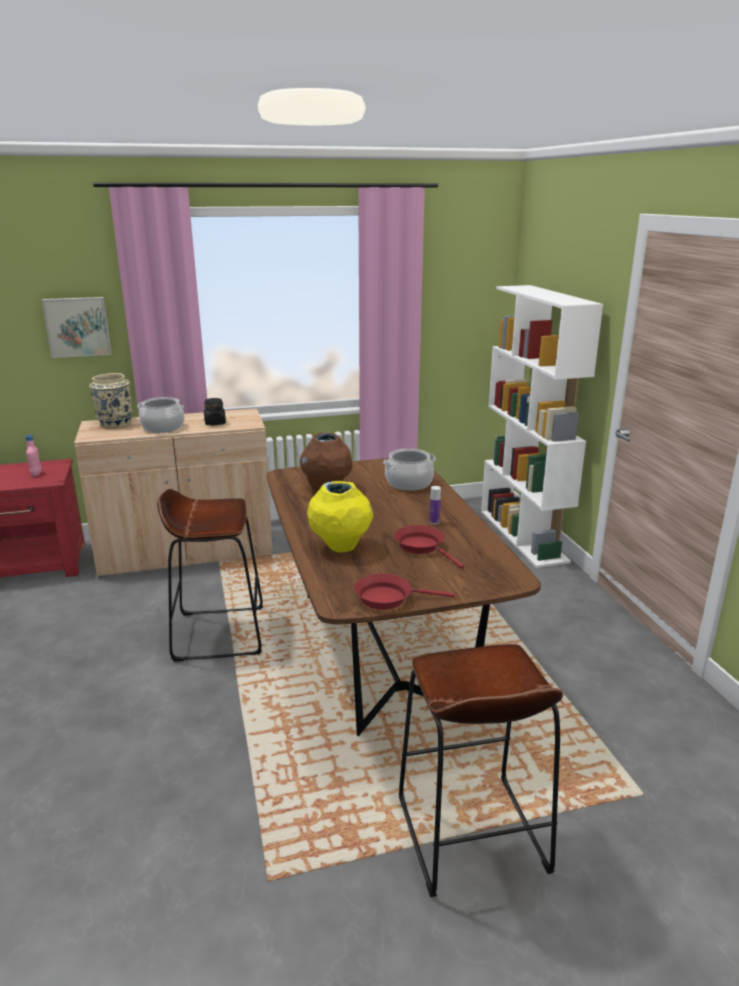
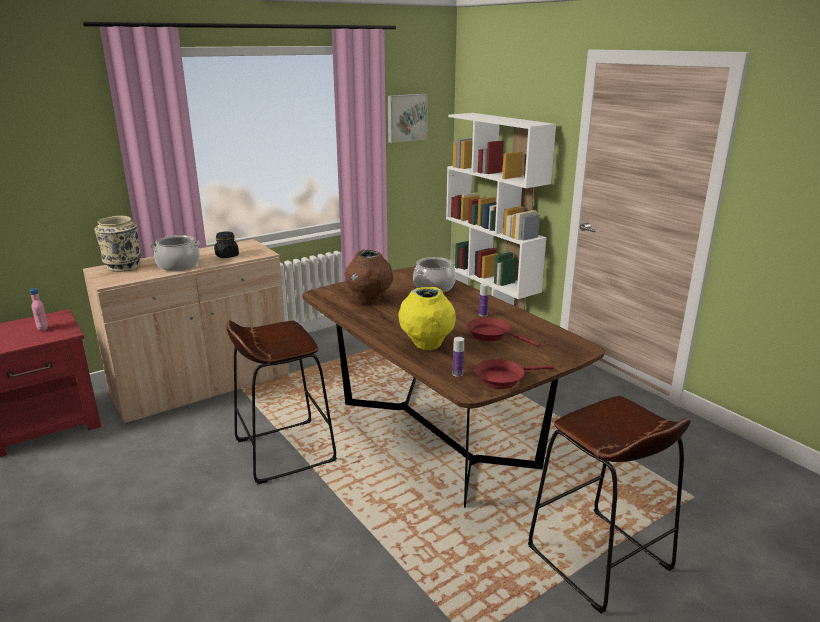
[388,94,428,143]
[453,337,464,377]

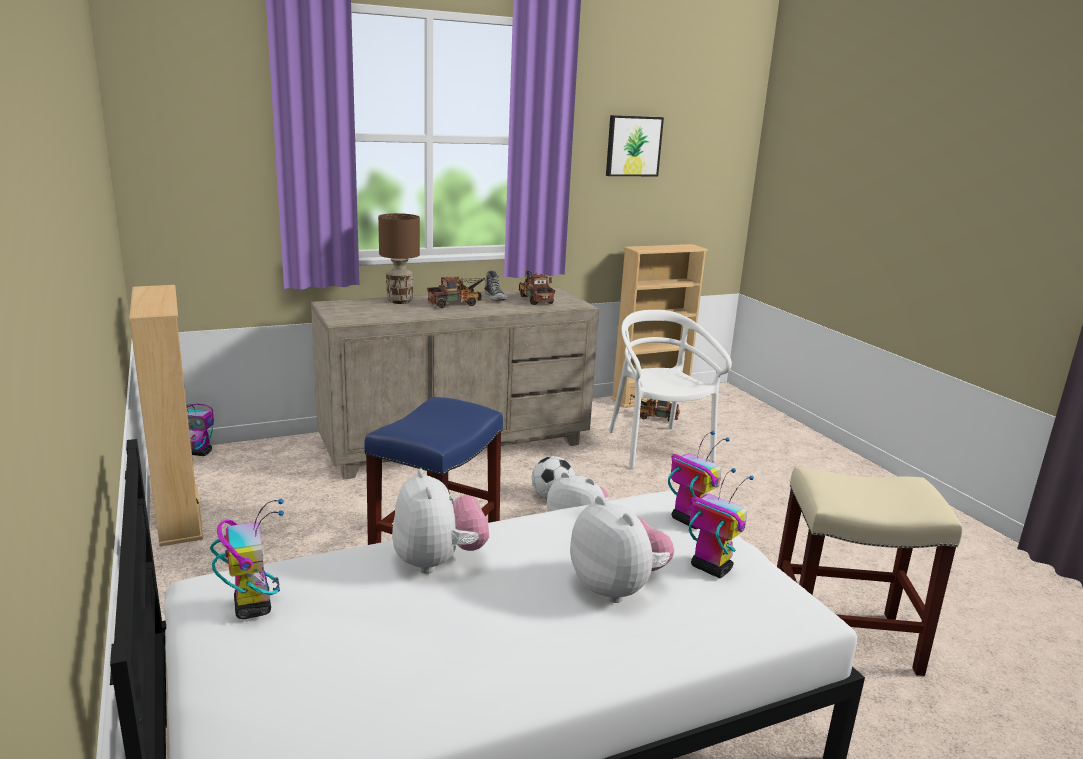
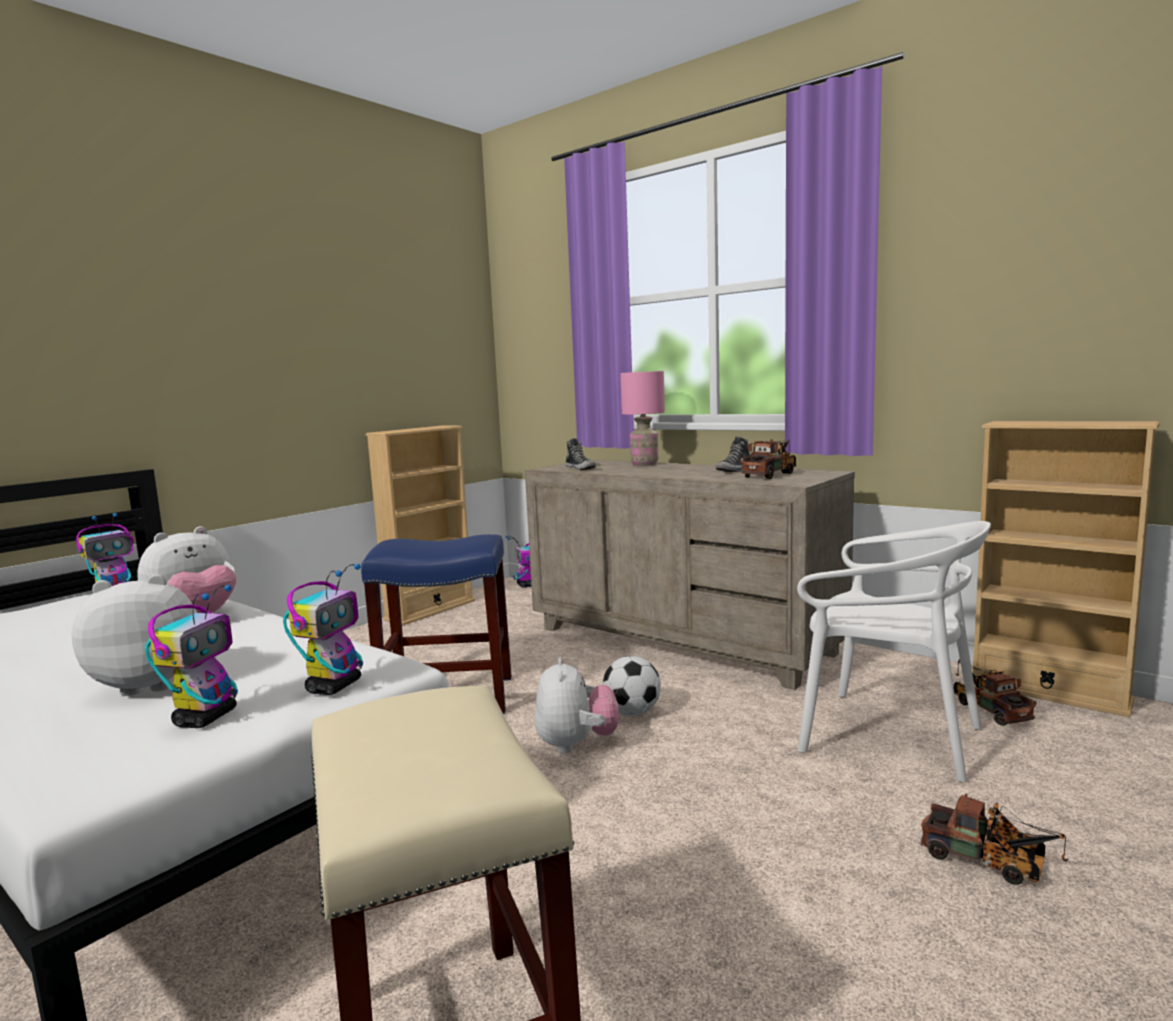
[606,115,664,176] (first image)
[620,371,665,466]
[921,793,1068,885]
[797,521,991,782]
[71,574,197,696]
[566,438,596,470]

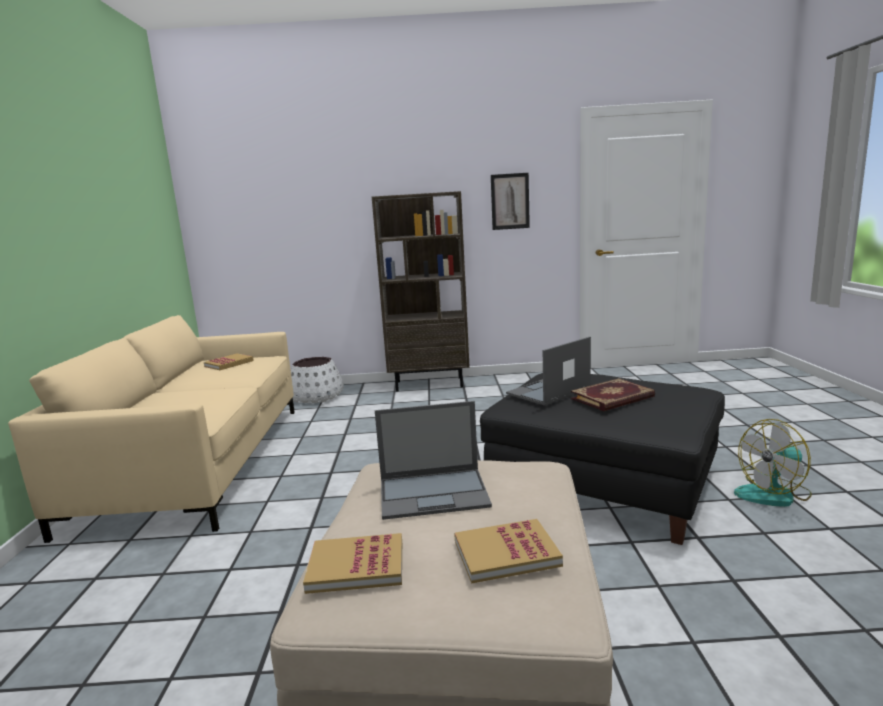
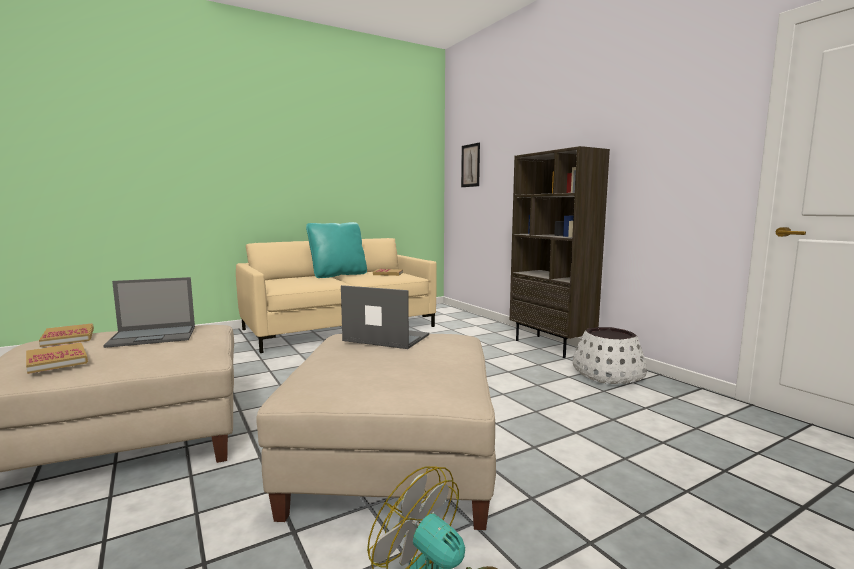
[461,143,480,187]
[573,327,647,384]
[256,334,496,530]
[571,378,655,411] (first image)
[103,277,195,348]
[306,222,367,278]

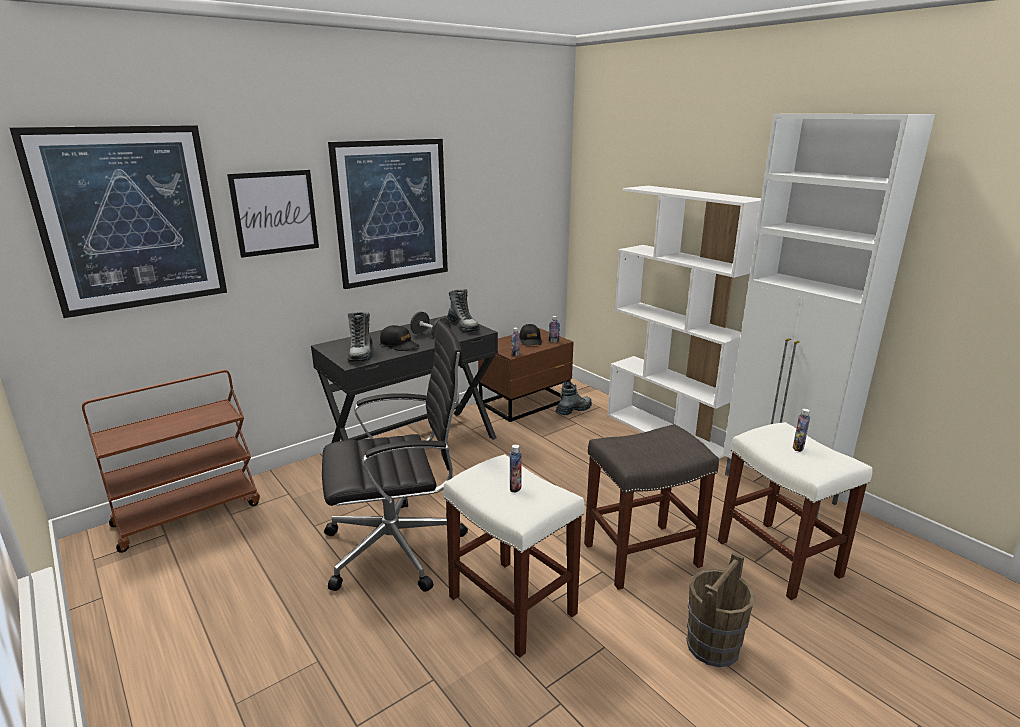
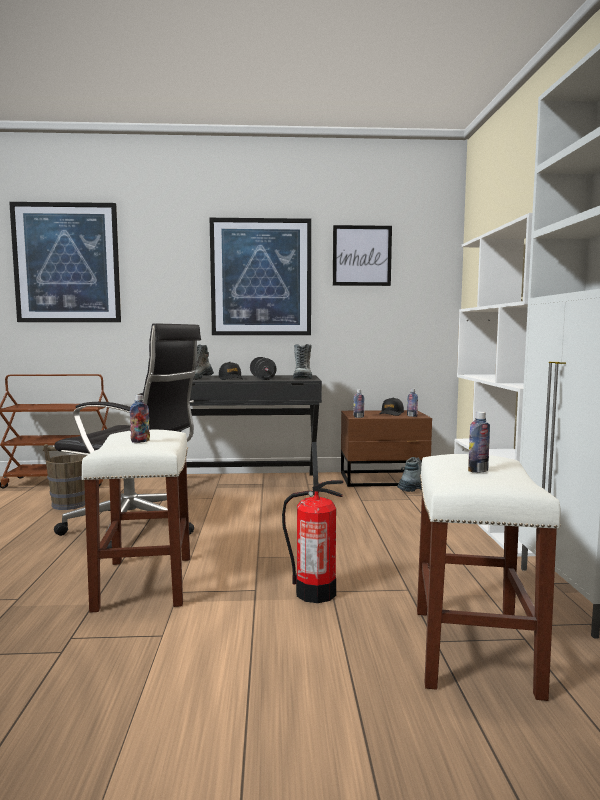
[333,225,392,286]
[282,480,344,603]
[43,444,86,510]

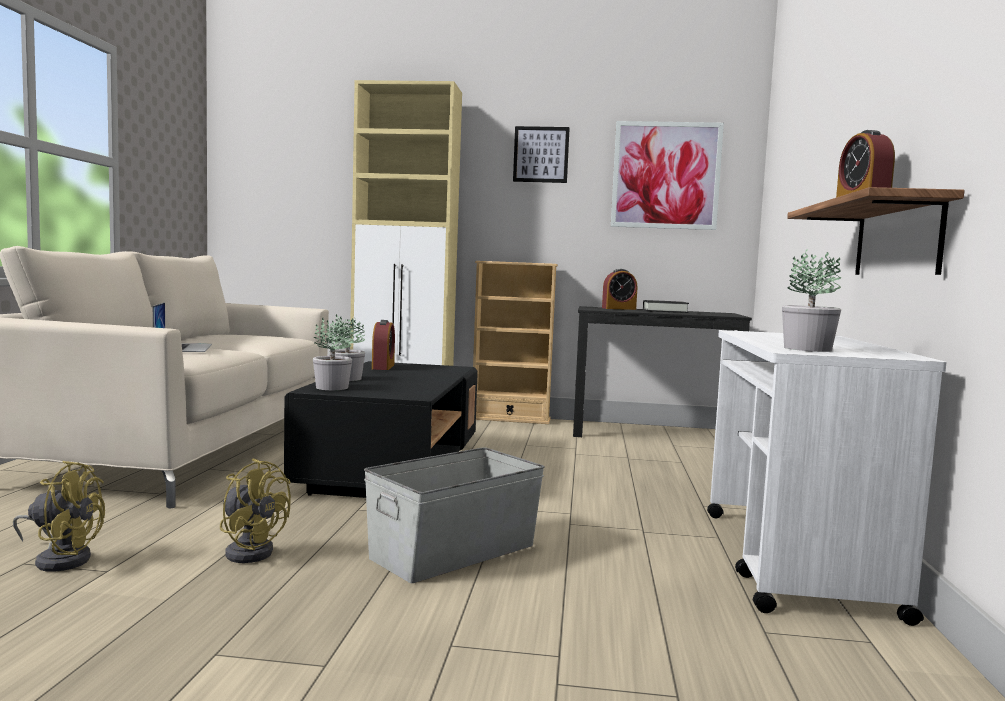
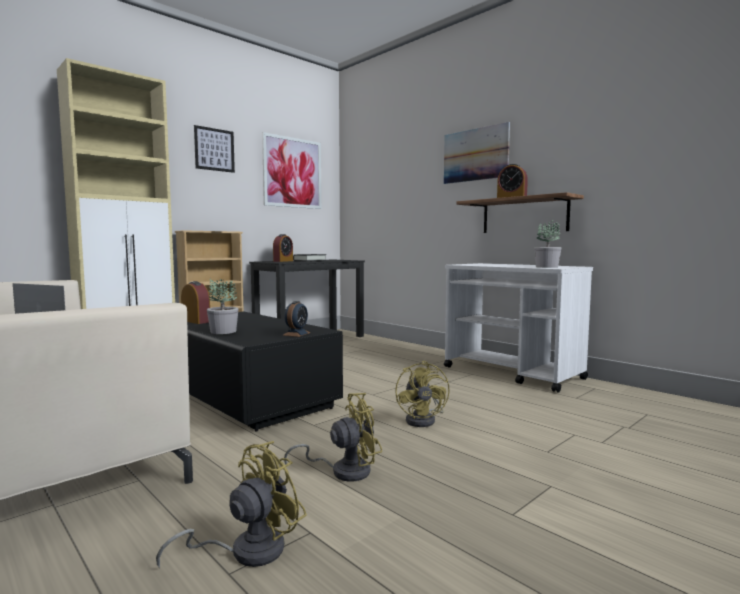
[313,318,352,390] (first image)
[395,361,450,427]
[444,122,510,184]
[282,301,310,337]

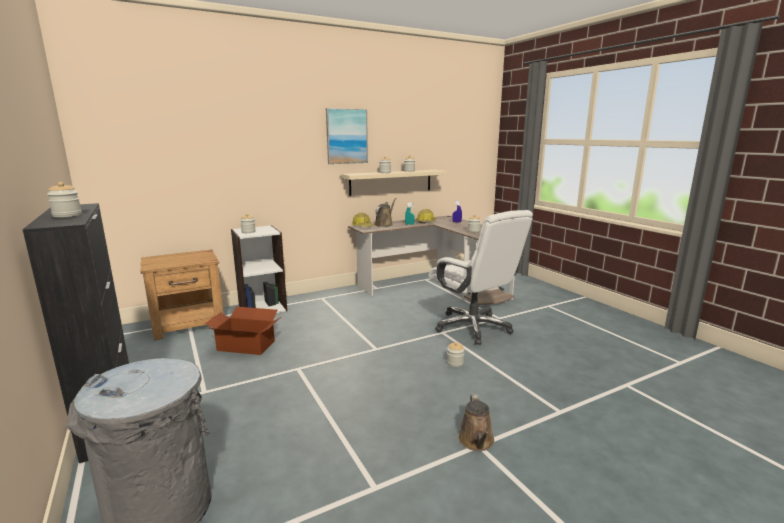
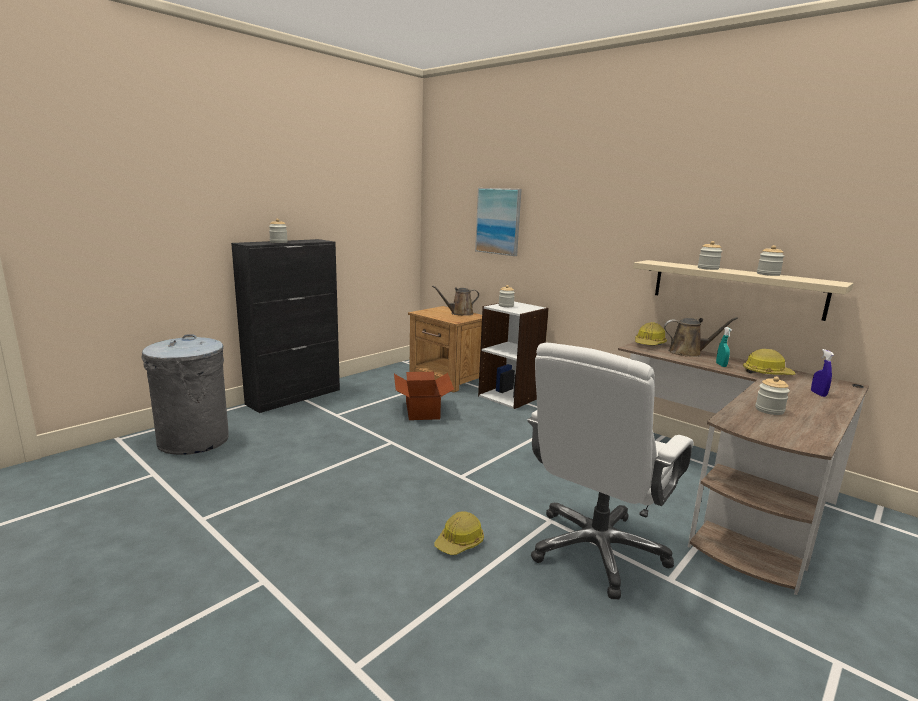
[475,188,522,256]
[434,511,484,555]
[432,285,479,316]

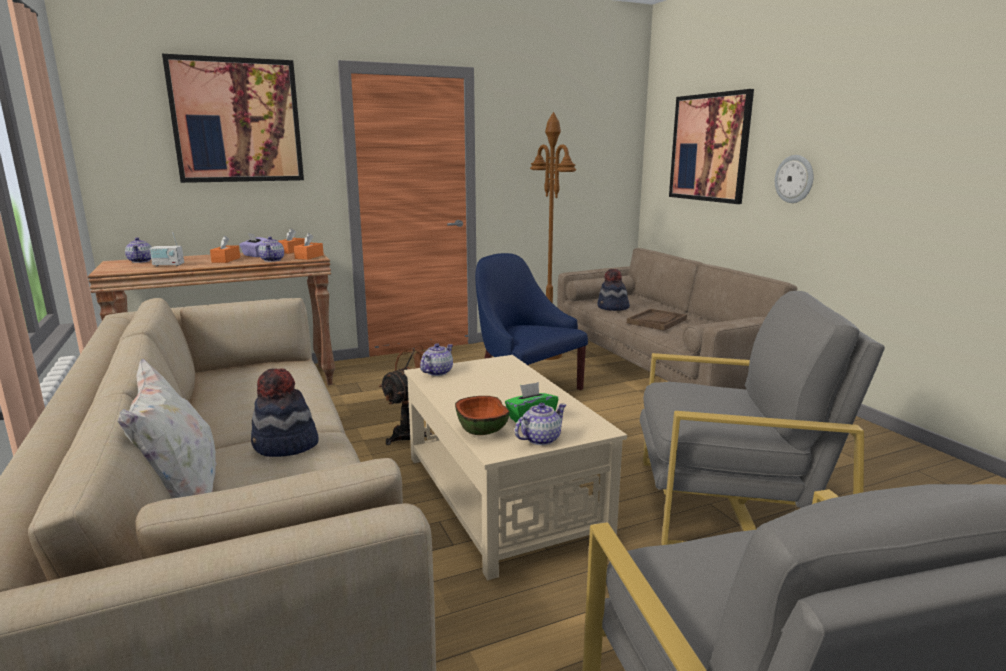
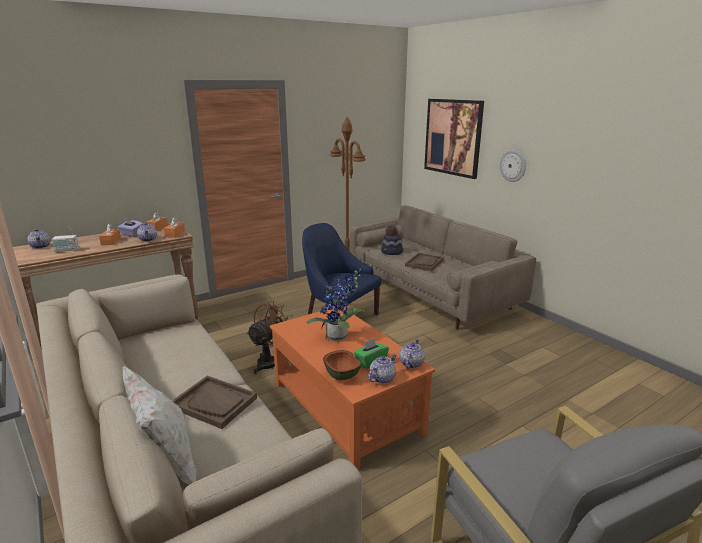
[162,54,304,183] (first image)
[640,291,885,545] (first image)
[399,339,425,369]
[270,307,435,469]
[172,376,257,429]
[306,269,366,342]

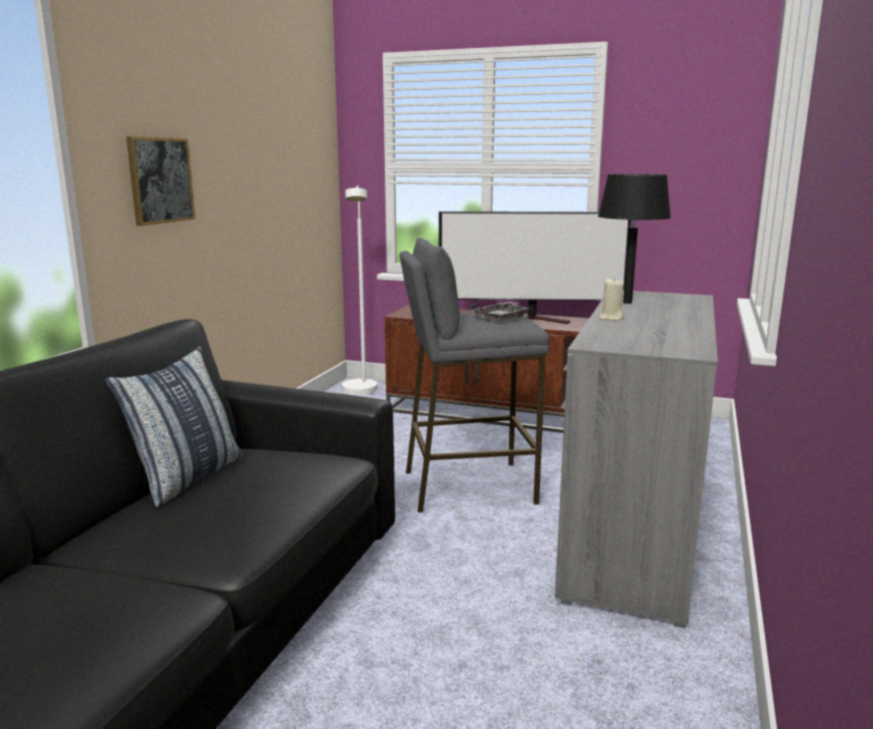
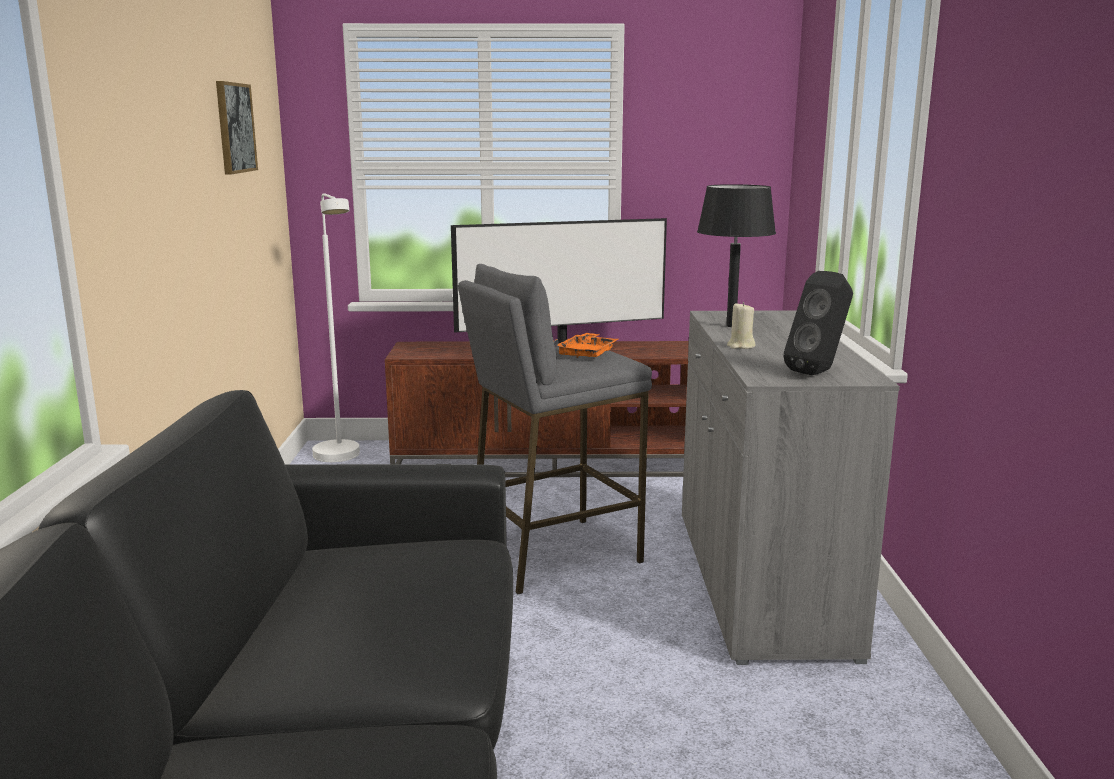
[216,81,258,174]
[554,333,619,358]
[105,347,243,507] (first image)
[783,271,853,375]

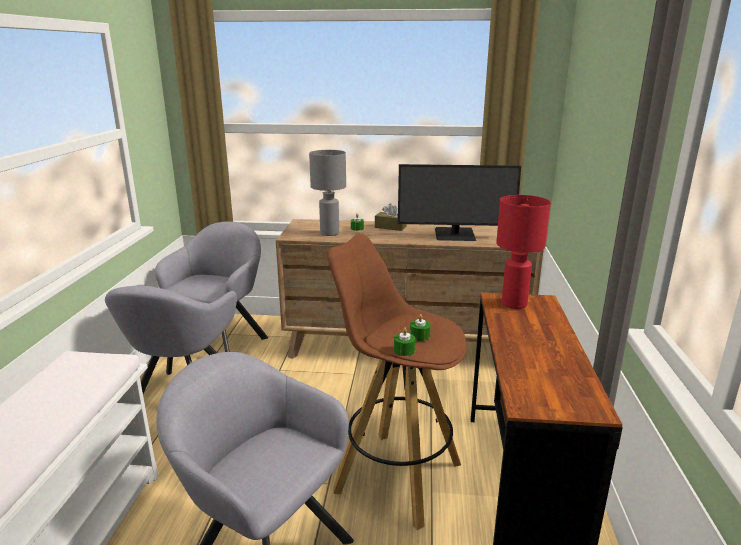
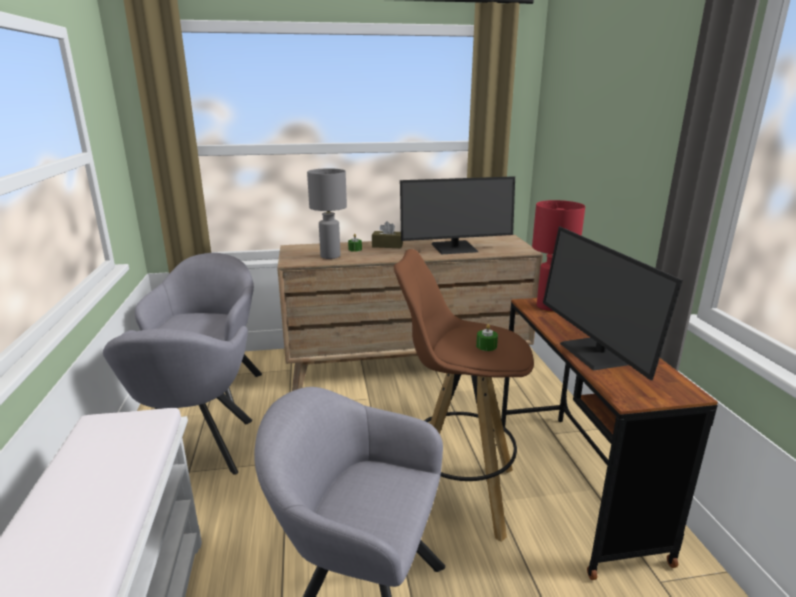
[394,327,416,356] (first image)
[543,227,683,380]

